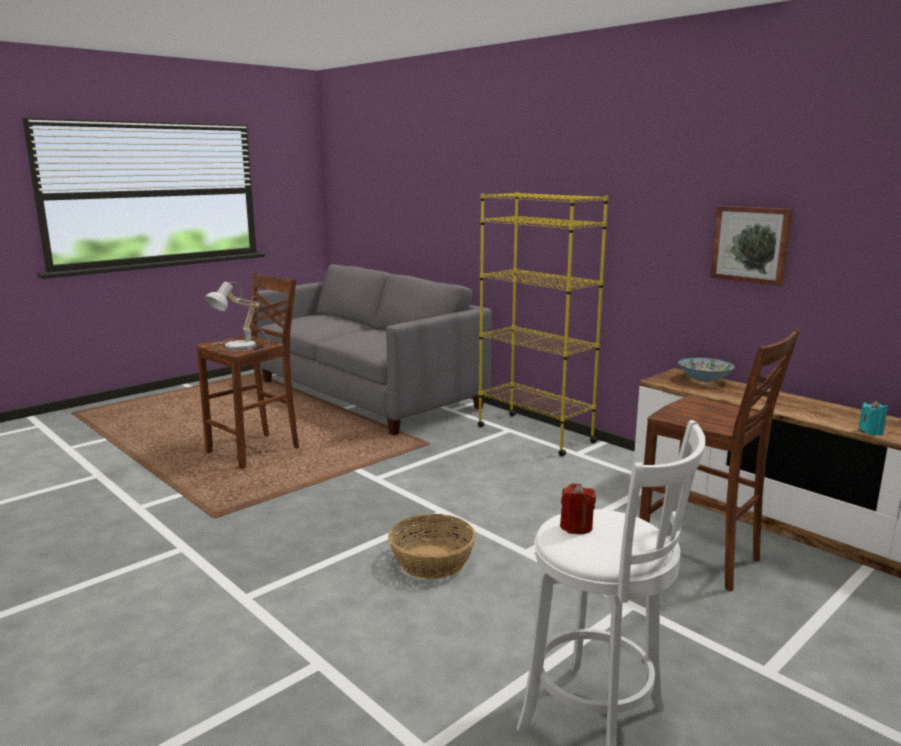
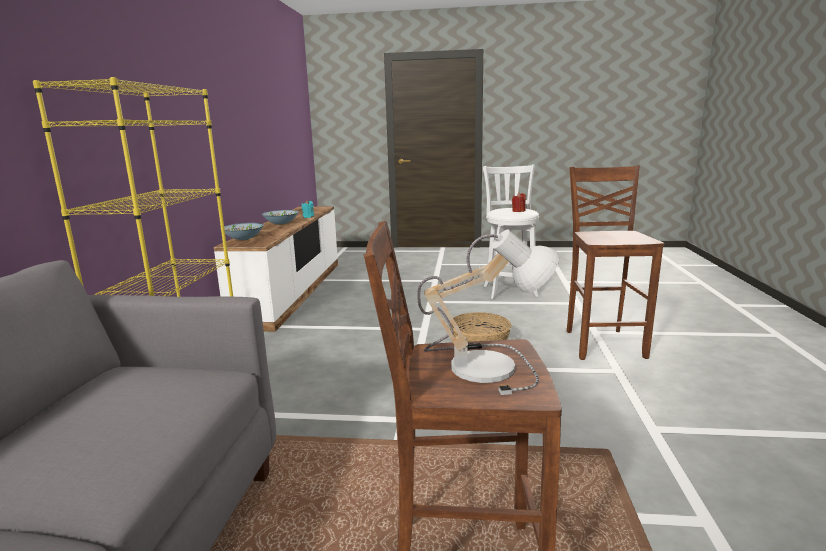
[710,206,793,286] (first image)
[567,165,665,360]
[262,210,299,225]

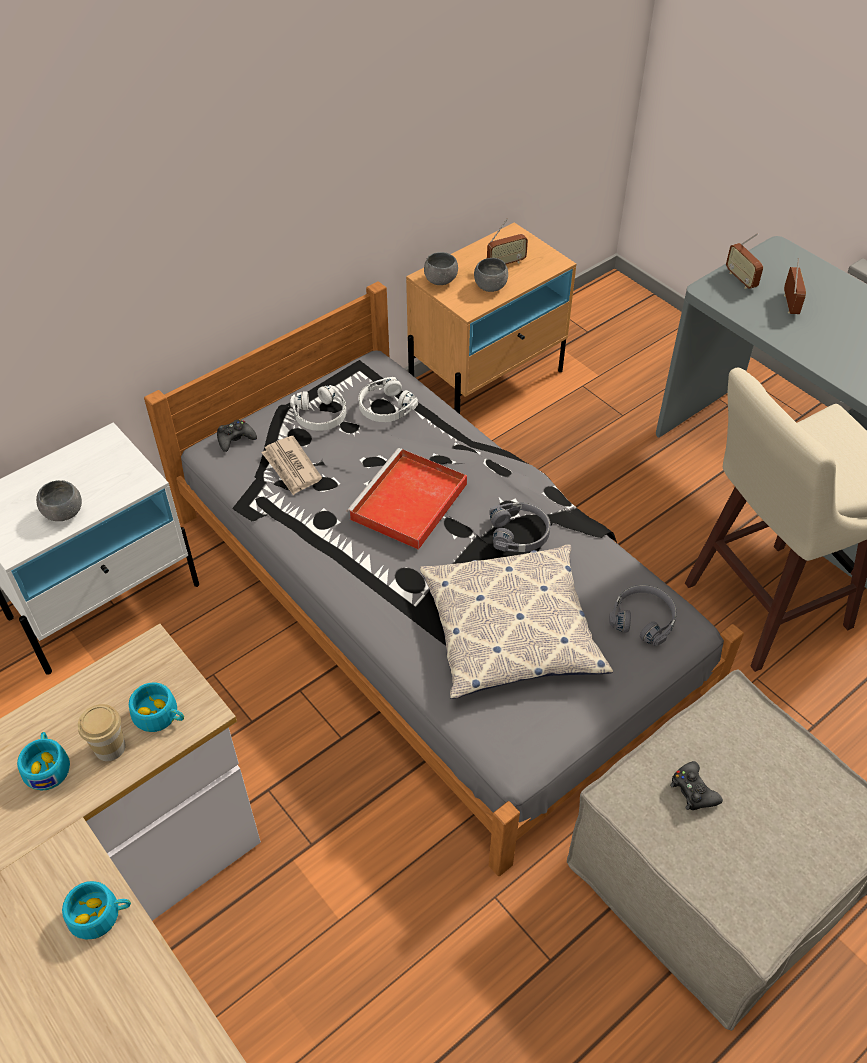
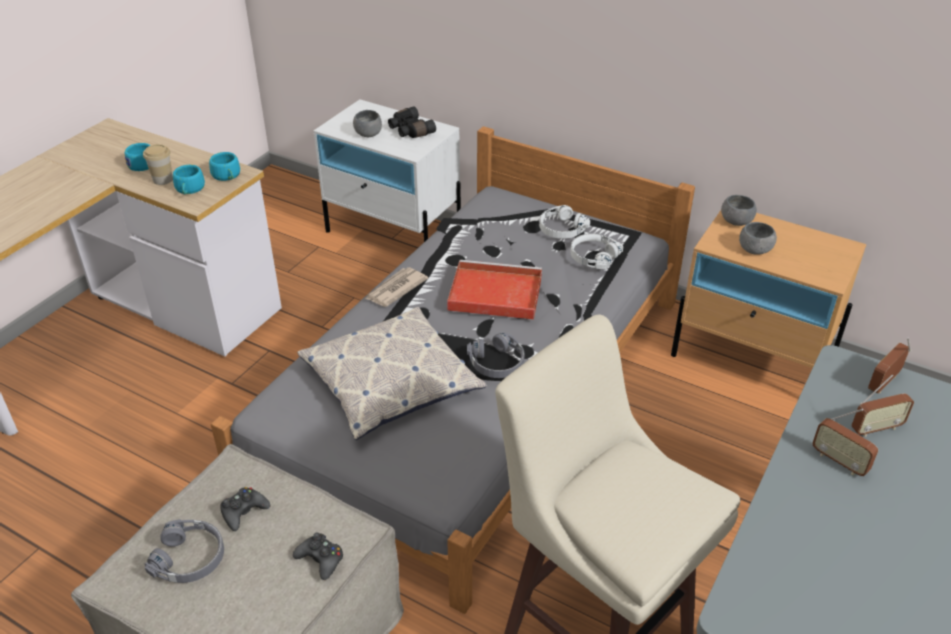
[812,409,878,476]
[293,532,343,580]
[365,267,428,307]
[145,519,224,583]
[209,152,240,181]
[388,106,436,138]

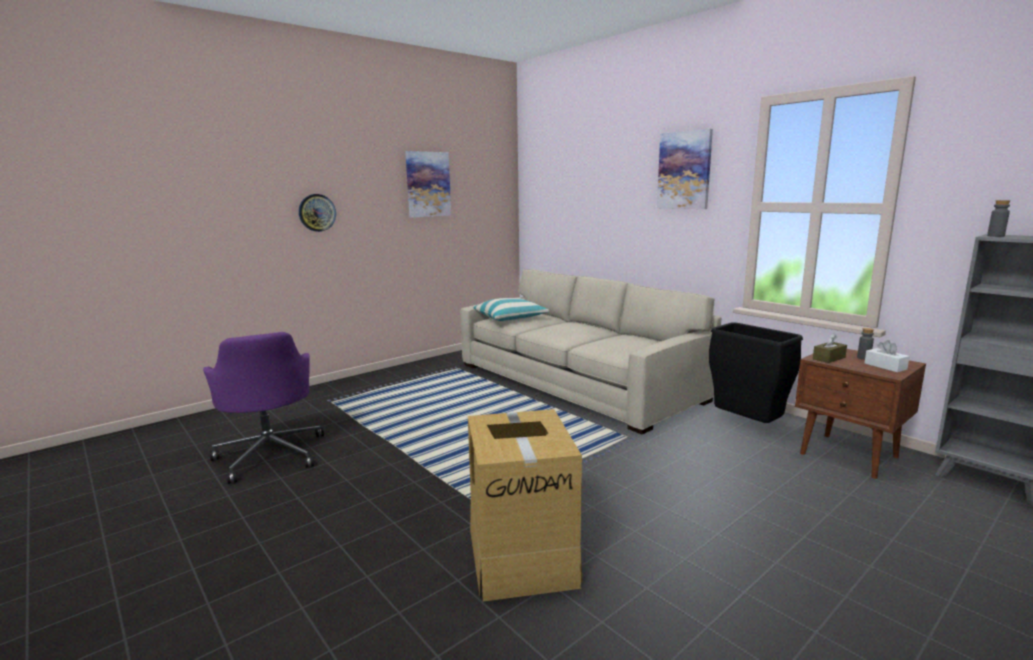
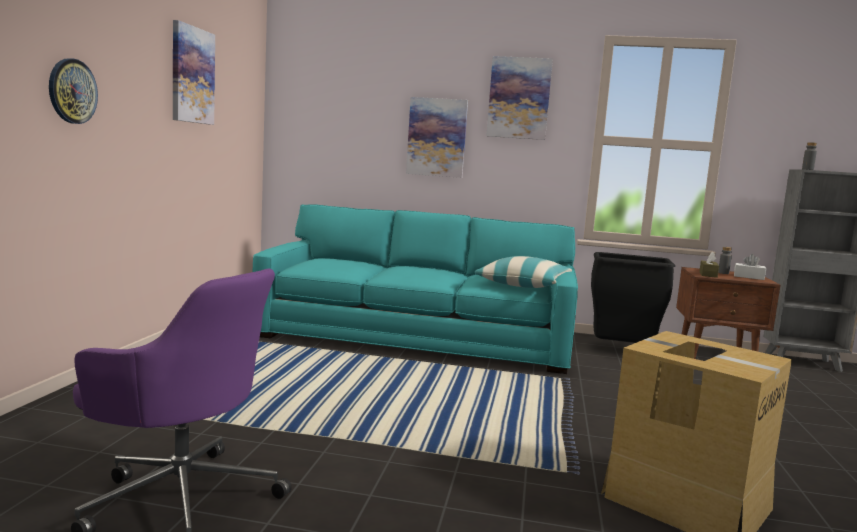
[253,204,578,374]
[475,256,572,288]
[406,97,468,178]

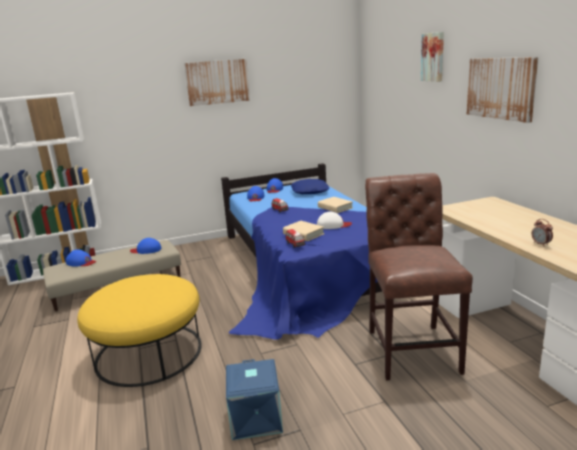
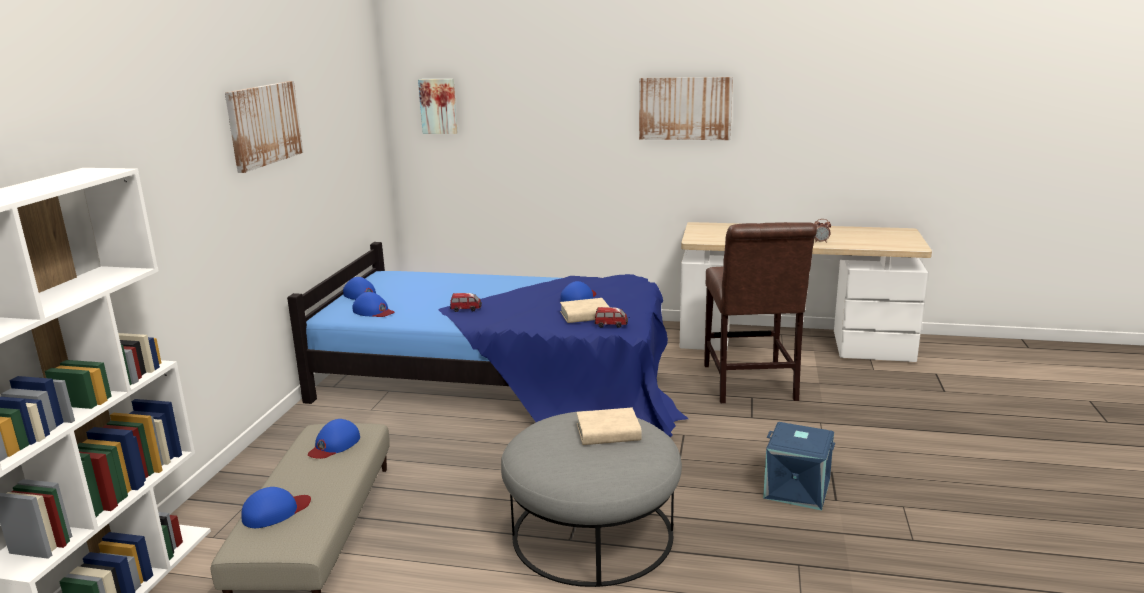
[418,79,458,134]
[704,222,817,403]
[291,179,329,194] (first image)
[576,407,642,445]
[561,281,596,302]
[501,411,682,587]

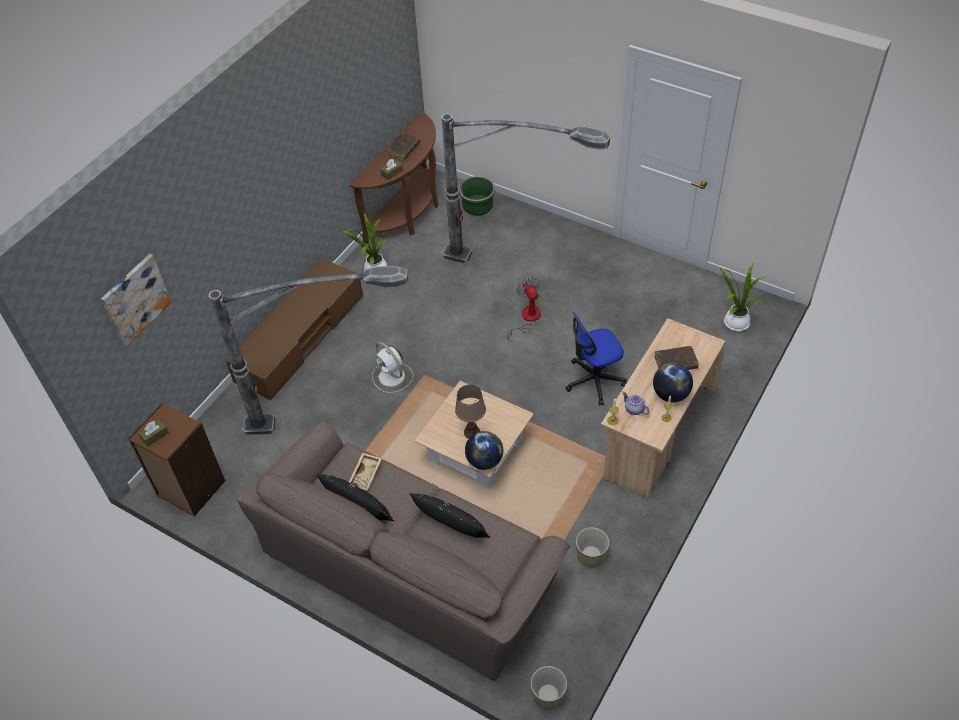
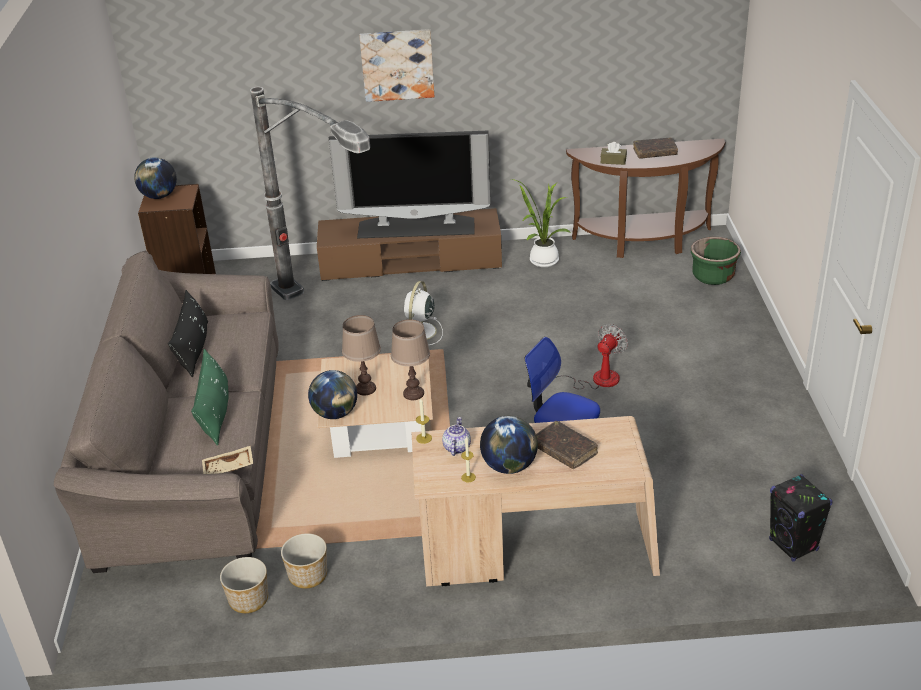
[442,114,610,263] (first image)
[359,29,434,102]
[769,474,833,561]
[134,157,177,199]
[202,446,253,474]
[191,349,229,446]
[220,557,268,613]
[329,131,491,238]
[391,319,430,400]

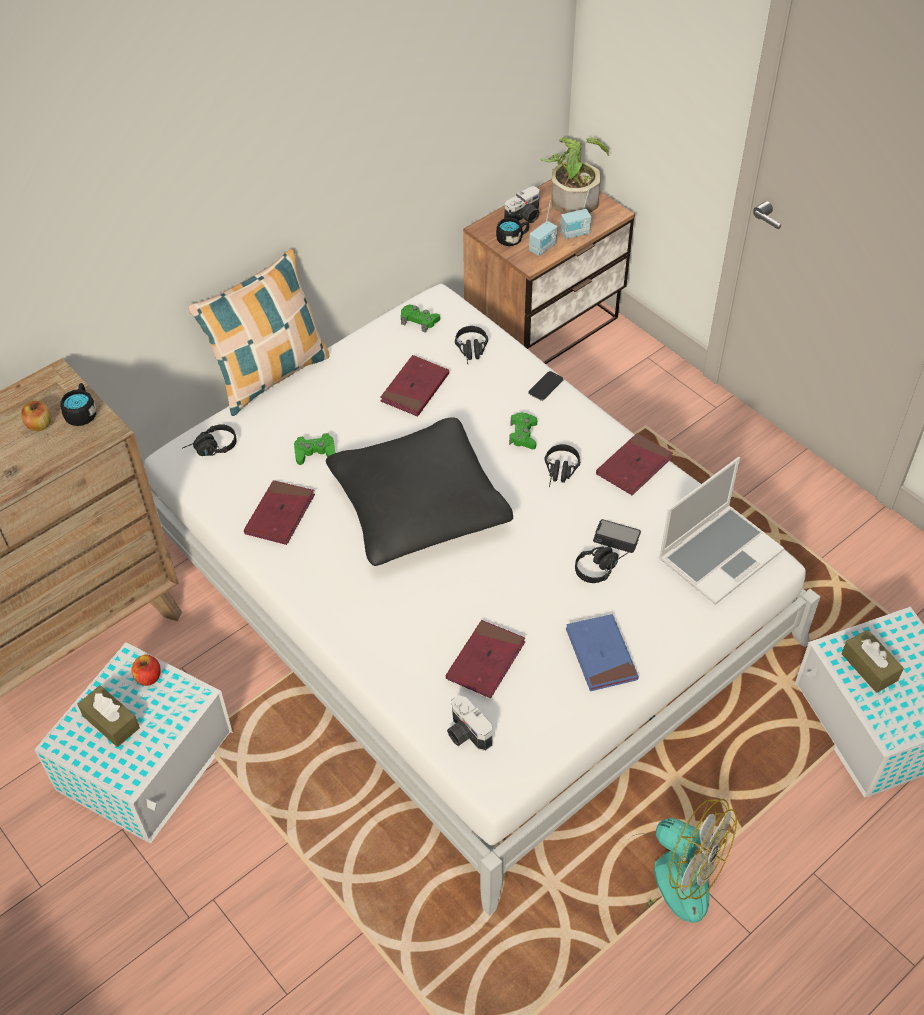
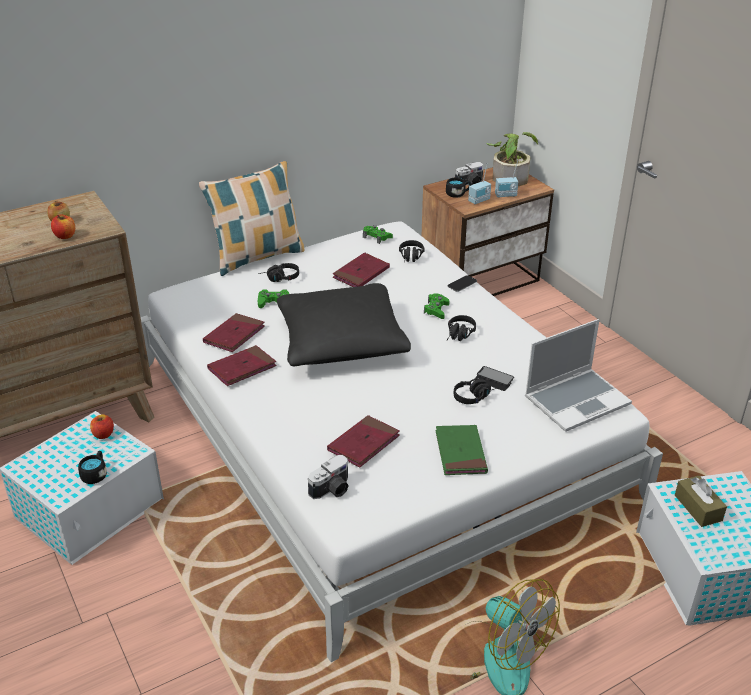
[78,451,107,484]
[258,263,299,282]
[207,345,277,386]
[435,425,488,475]
[77,685,140,747] (first image)
[308,455,349,499]
[51,215,75,239]

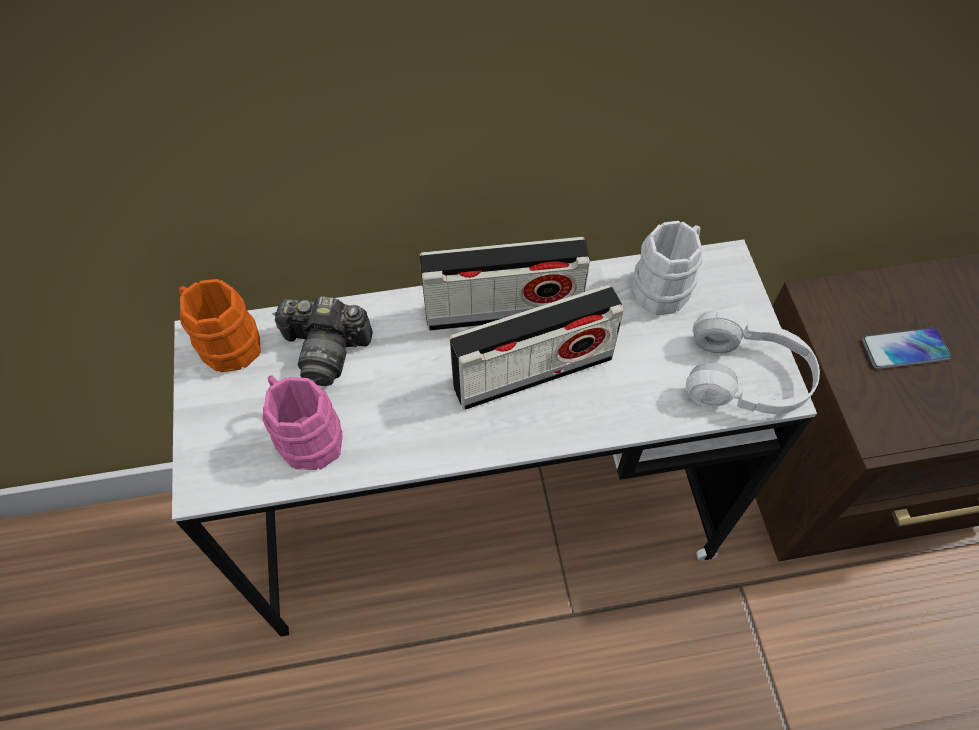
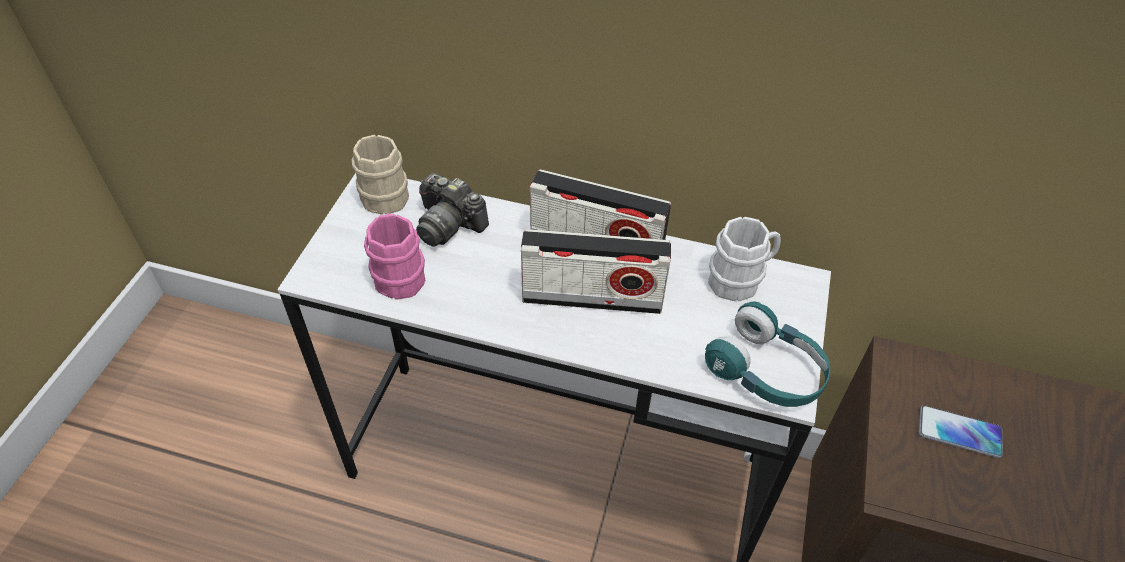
[352,135,409,215]
[705,302,830,407]

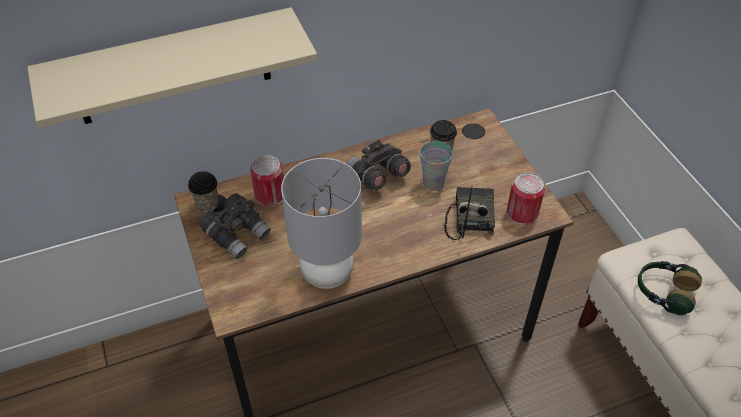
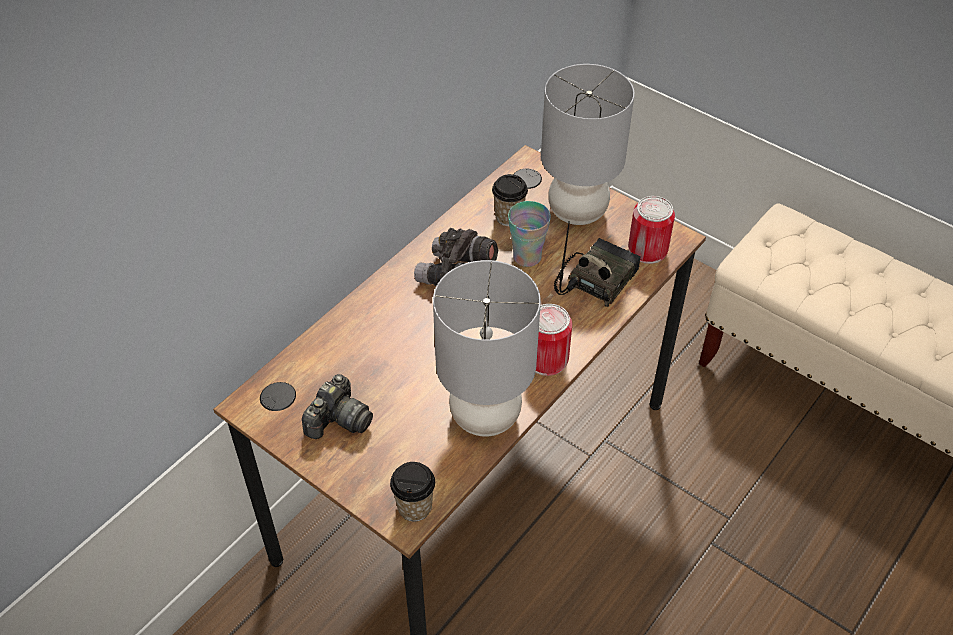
[27,7,317,128] (first image)
[535,304,572,376]
[390,462,435,522]
[554,221,641,307]
[302,374,373,439]
[638,261,702,315] (first image)
[541,64,634,225]

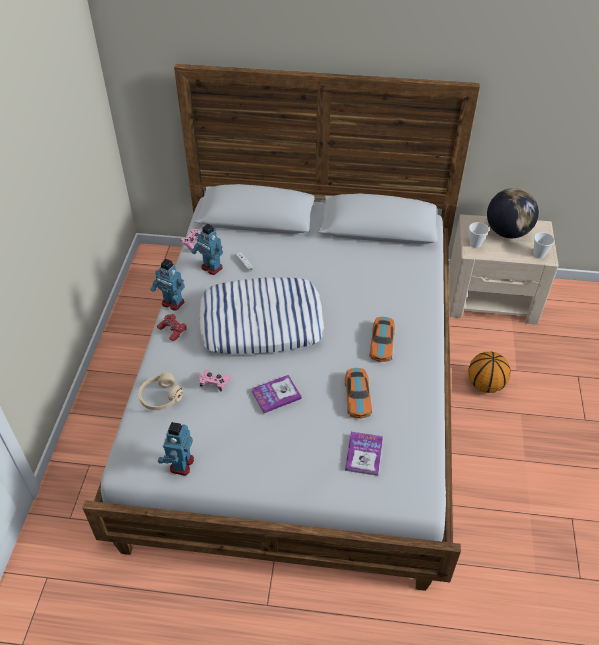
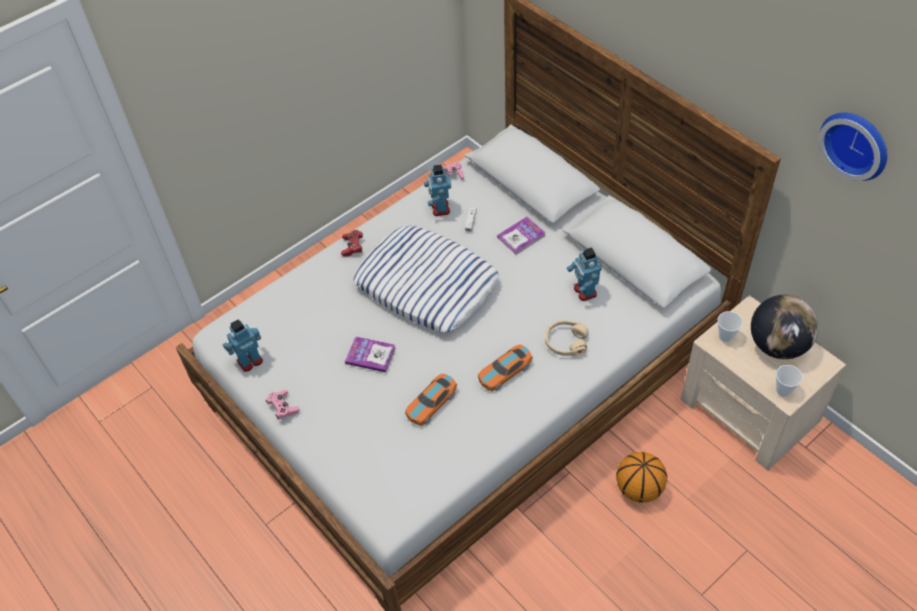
[567,247,602,301]
[266,390,300,420]
[545,320,589,356]
[497,217,546,254]
[819,112,887,181]

